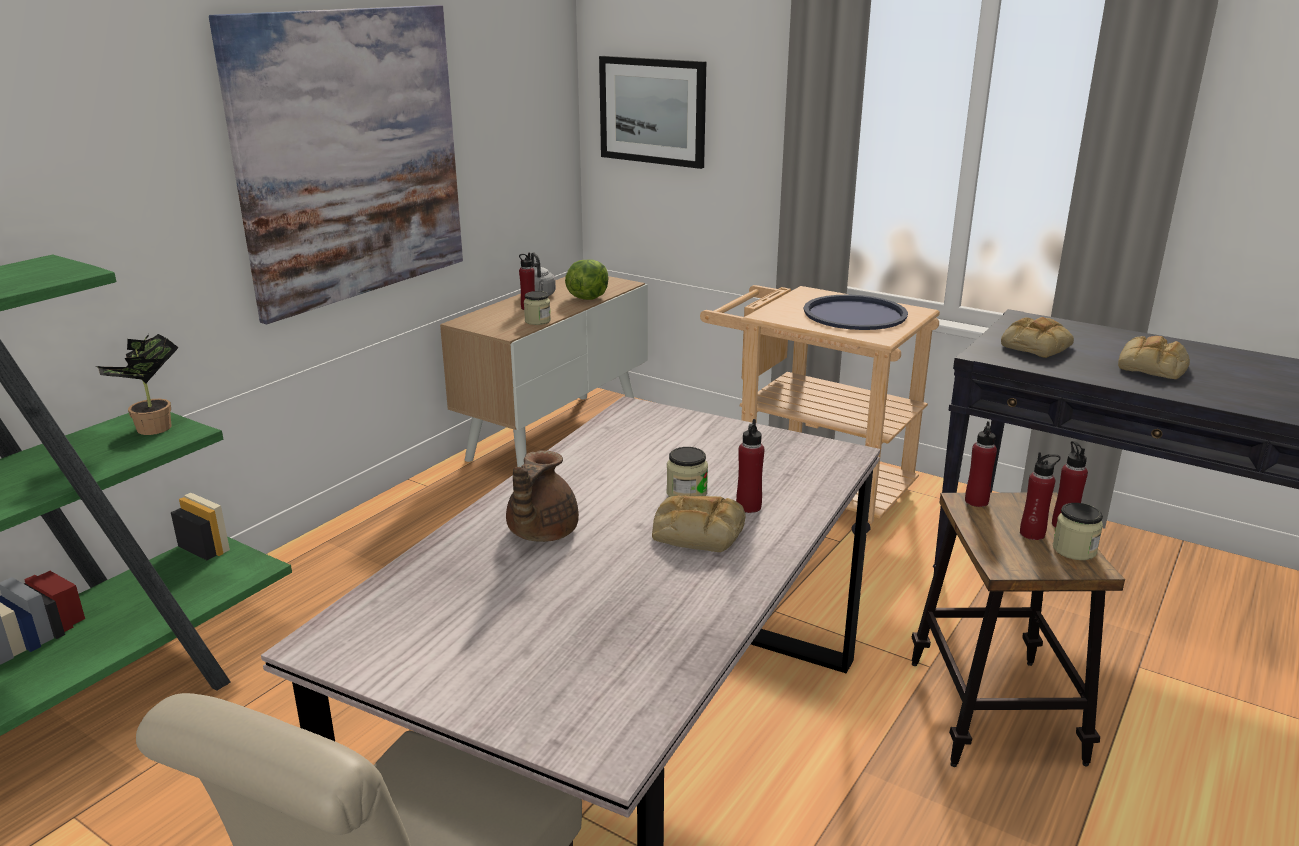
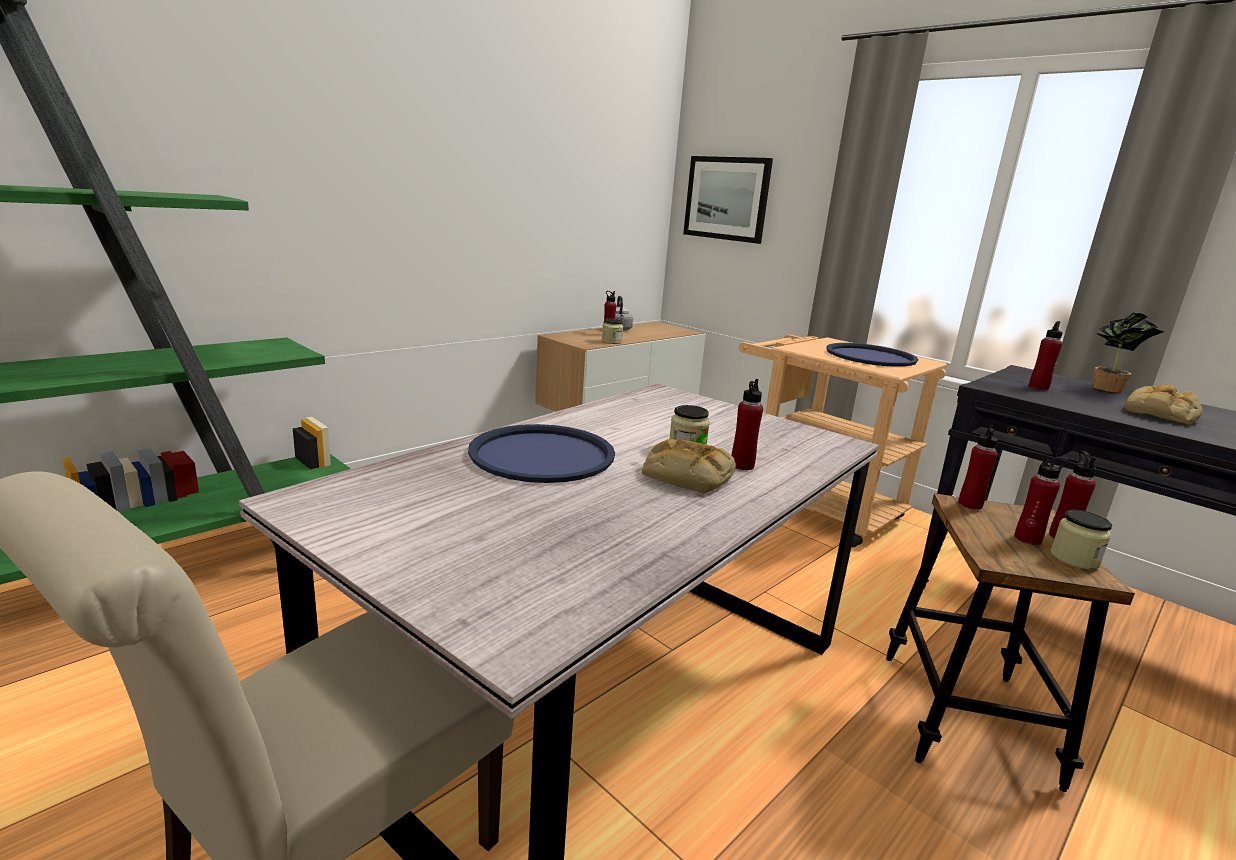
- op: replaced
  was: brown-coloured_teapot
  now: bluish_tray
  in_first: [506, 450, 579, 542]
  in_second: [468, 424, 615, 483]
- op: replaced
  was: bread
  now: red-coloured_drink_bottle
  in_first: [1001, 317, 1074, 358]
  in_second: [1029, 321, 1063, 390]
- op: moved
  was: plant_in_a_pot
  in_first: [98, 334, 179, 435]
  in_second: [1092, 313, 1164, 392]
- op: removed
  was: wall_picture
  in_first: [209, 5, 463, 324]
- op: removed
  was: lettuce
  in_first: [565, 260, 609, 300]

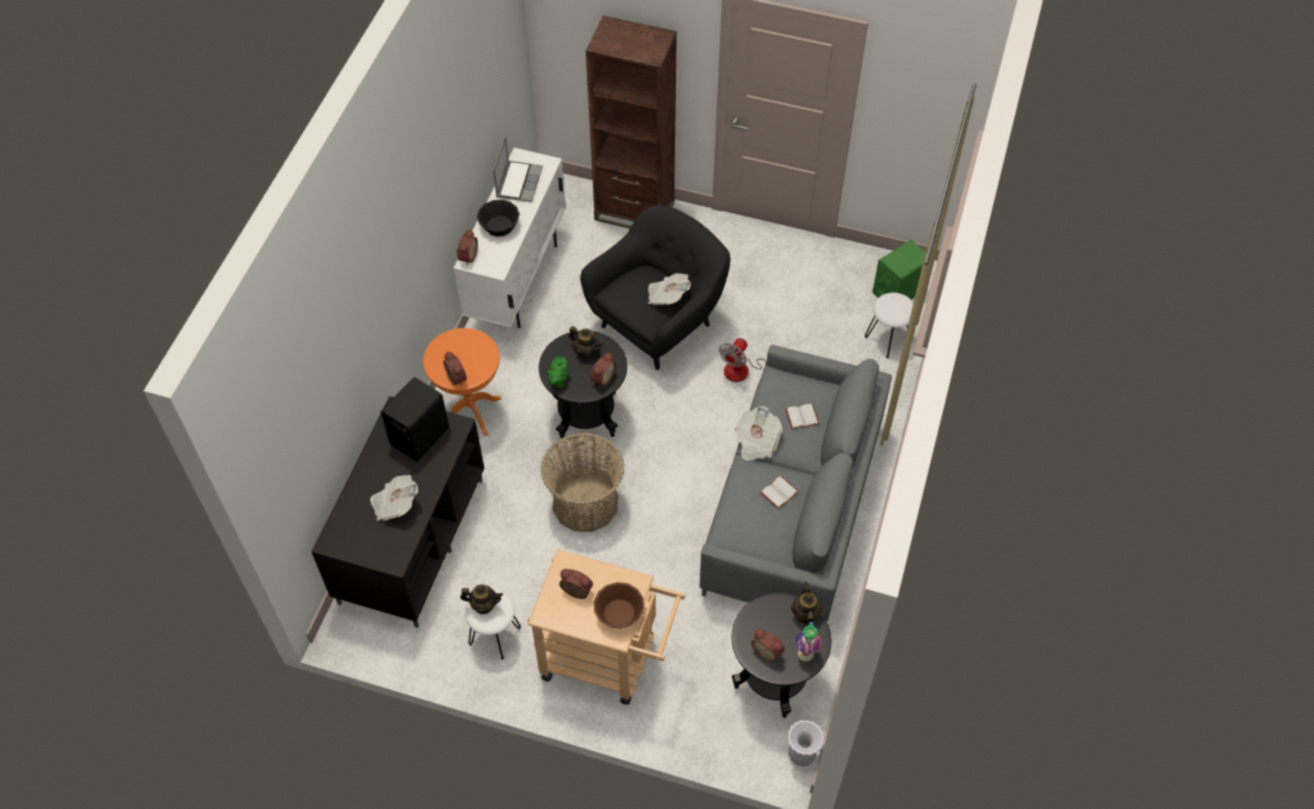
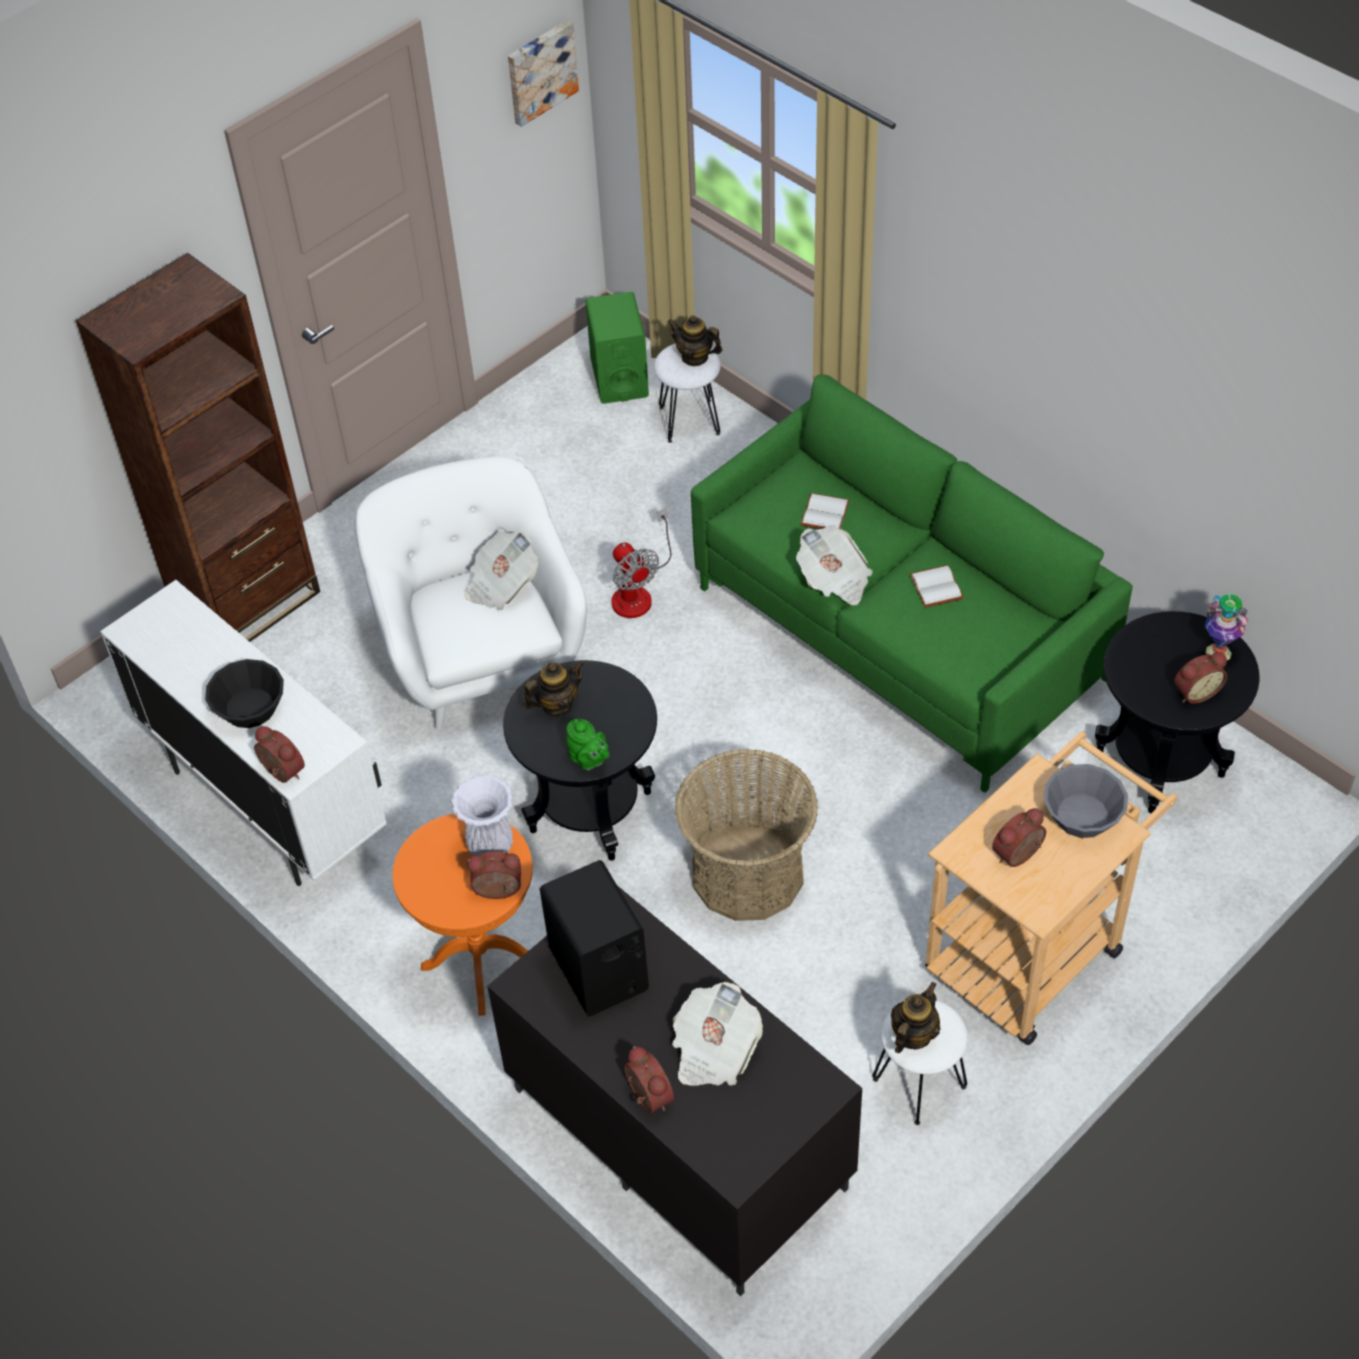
- op: recoloured
  was: black_armchair
  now: whitish_armchair
  in_first: [580, 205, 730, 370]
  in_second: [354, 456, 587, 730]
- op: moved
  was: whitish_flower_vase
  in_first: [787, 720, 825, 767]
  in_second: [451, 775, 514, 856]
- op: added
  now: wall_picture
  in_second: [508, 20, 579, 127]
- op: moved
  was: alarm_clock
  in_first: [591, 353, 616, 388]
  in_second: [624, 1046, 674, 1113]
- op: moved
  was: teapot
  in_first: [791, 582, 823, 626]
  in_second: [667, 315, 722, 366]
- op: recoloured
  was: greyish_couch
  now: green-coloured_couch
  in_first: [700, 345, 892, 622]
  in_second: [691, 374, 1133, 793]
- op: recoloured
  was: brown-coloured_serving_bowl
  now: greyish_serving_bowl
  in_first: [594, 582, 645, 629]
  in_second: [1044, 764, 1128, 838]
- op: removed
  was: notebook_computer
  in_first: [493, 135, 543, 202]

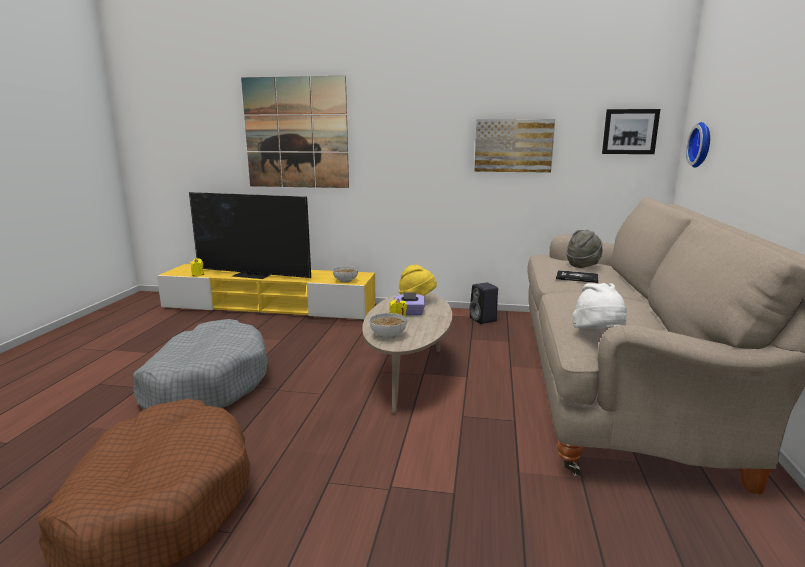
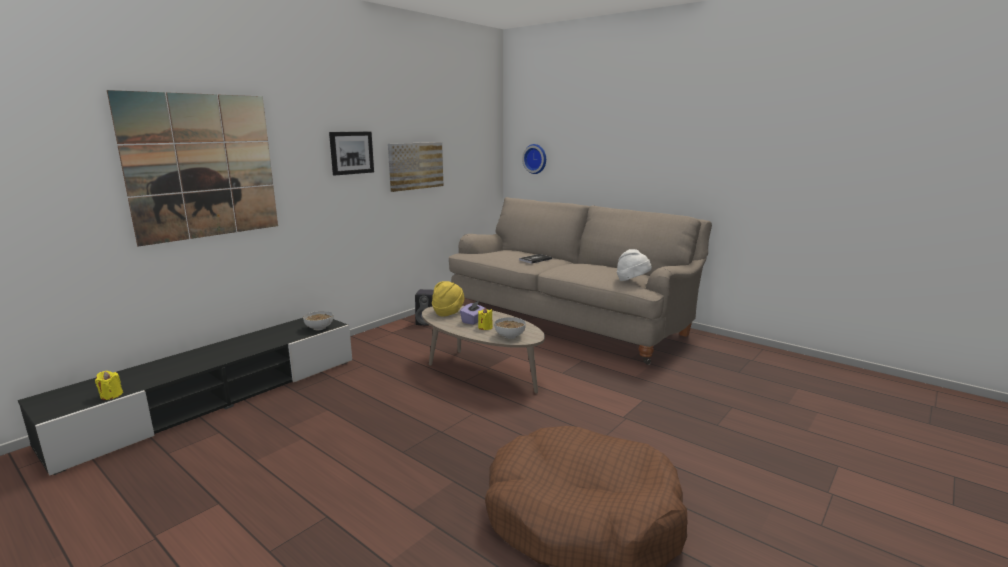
- op: recoloured
  was: yellowish_tv_unit
  now: black_tv_unit
  in_first: [157, 264, 376, 320]
  in_second: [18, 318, 352, 476]
- op: moved
  was: wall_picture
  in_first: [602, 109, 660, 154]
  in_second: [329, 132, 374, 175]
- op: removed
  was: greyish_dog_cushion
  in_first: [133, 319, 268, 410]
- op: removed
  was: TV
  in_first: [189, 192, 311, 279]
- op: removed
  was: greyish_wearable_hat
  in_first: [566, 230, 602, 268]

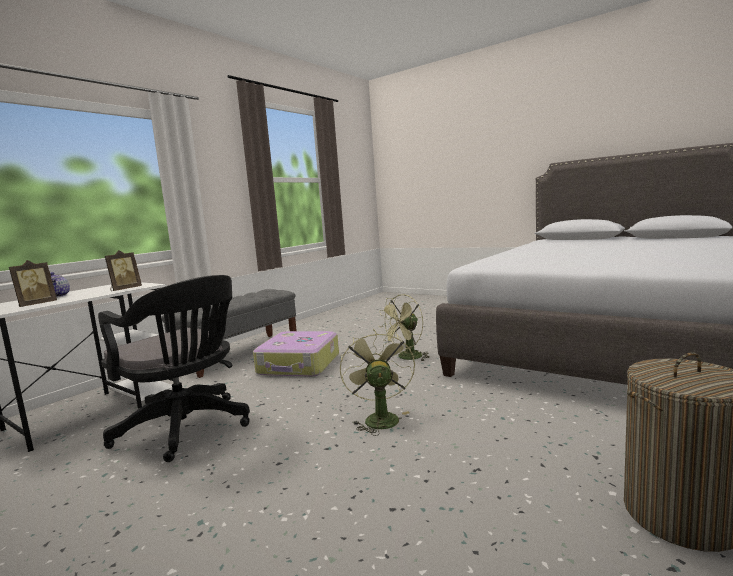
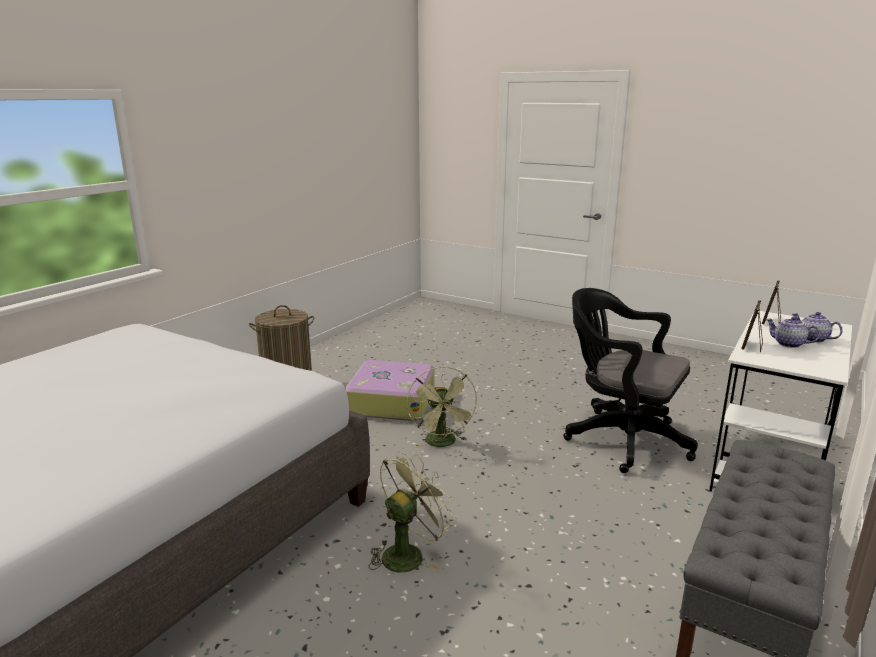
- op: moved
  was: travel_case
  in_first: [253, 331, 339, 377]
  in_second: [345, 360, 434, 421]
- op: added
  now: teapot
  in_second: [766, 316, 820, 348]

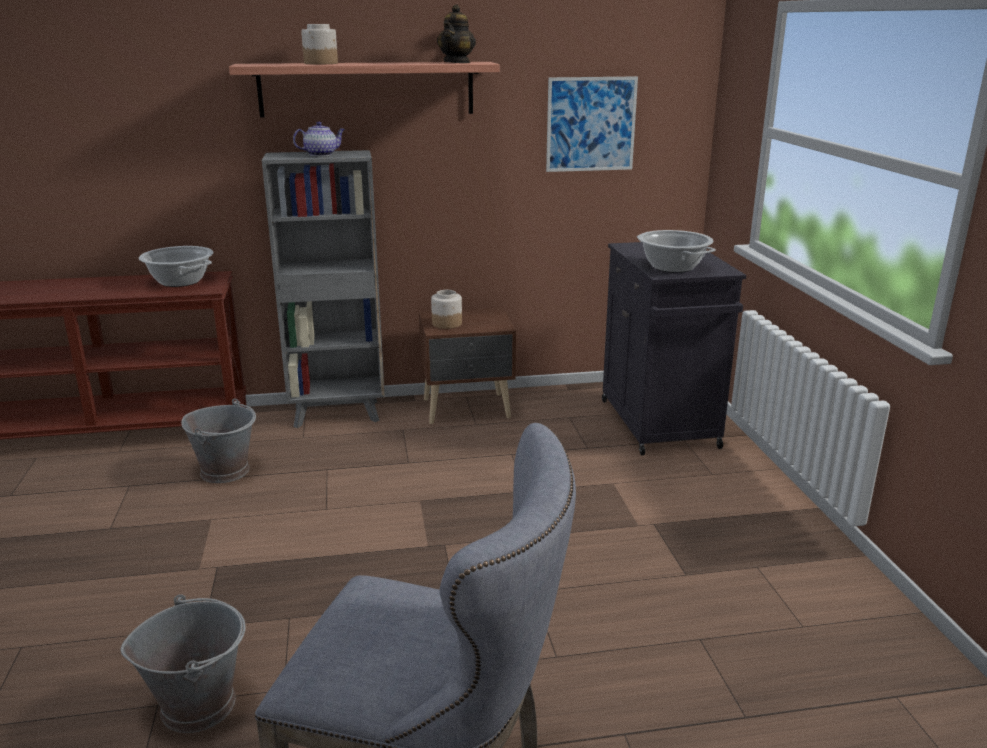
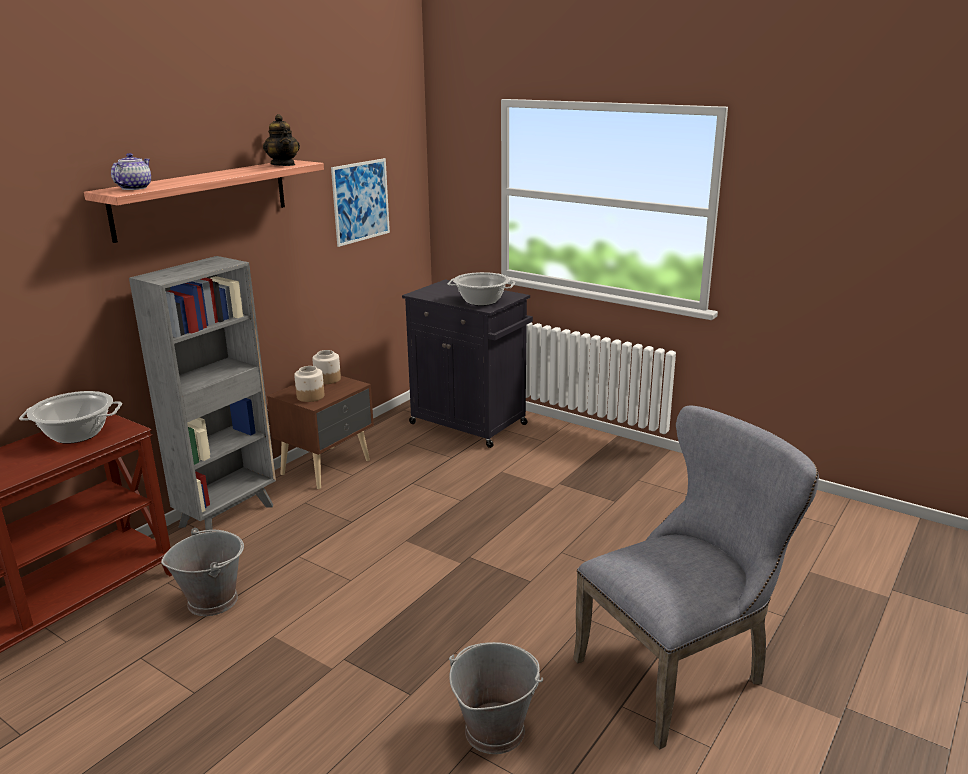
- op: moved
  was: teapot
  in_first: [293, 122, 345, 156]
  in_second: [111, 153, 151, 190]
- op: moved
  was: preserve_jar
  in_first: [301, 24, 338, 64]
  in_second: [312, 350, 341, 384]

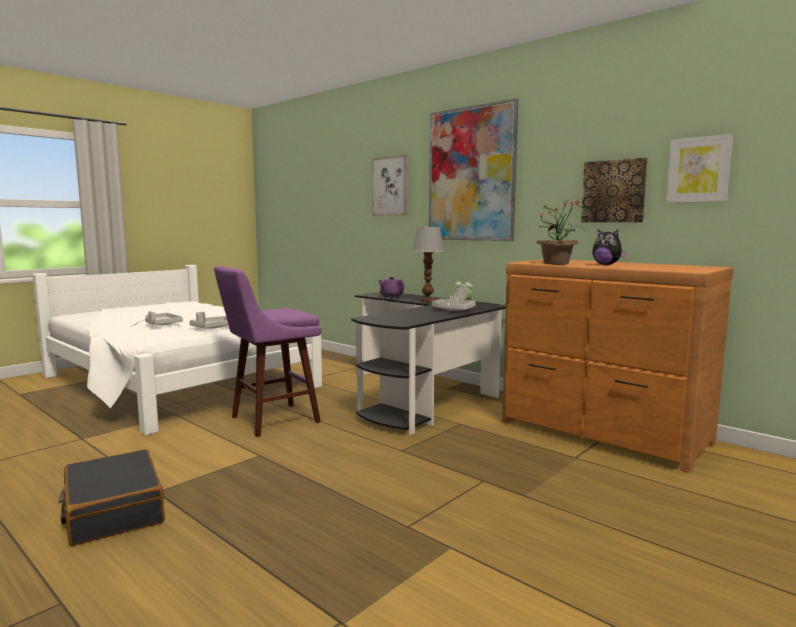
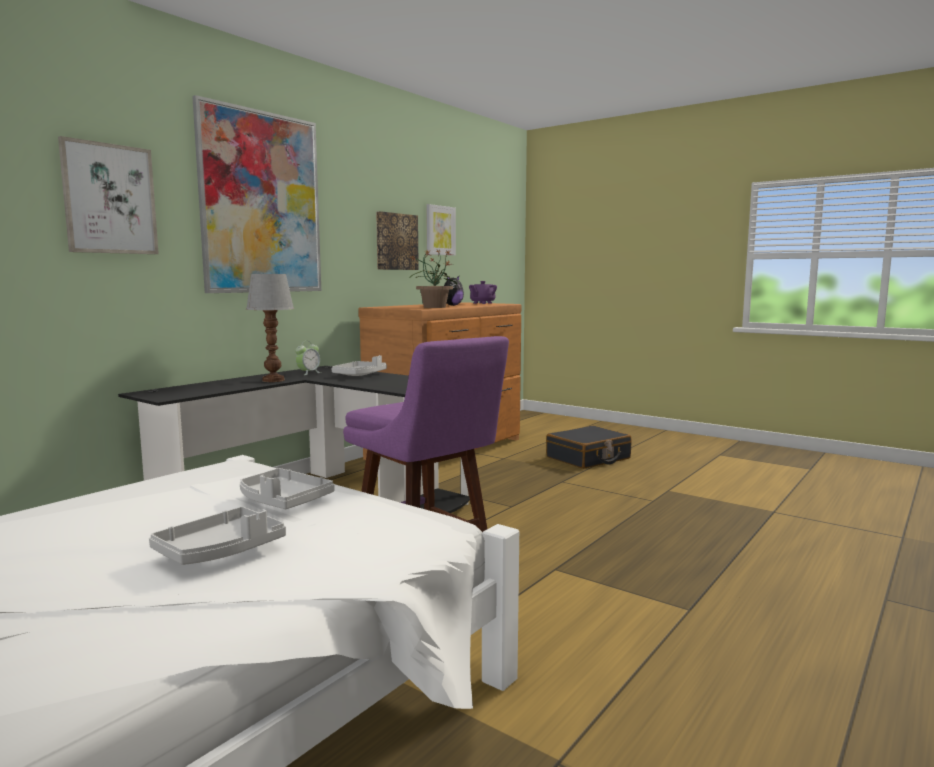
- op: moved
  was: purple-coloured_teapot
  in_first: [379, 277, 405, 298]
  in_second: [469, 281, 497, 304]
- op: moved
  was: black_travel_case
  in_first: [59, 449, 165, 546]
  in_second: [546, 426, 632, 469]

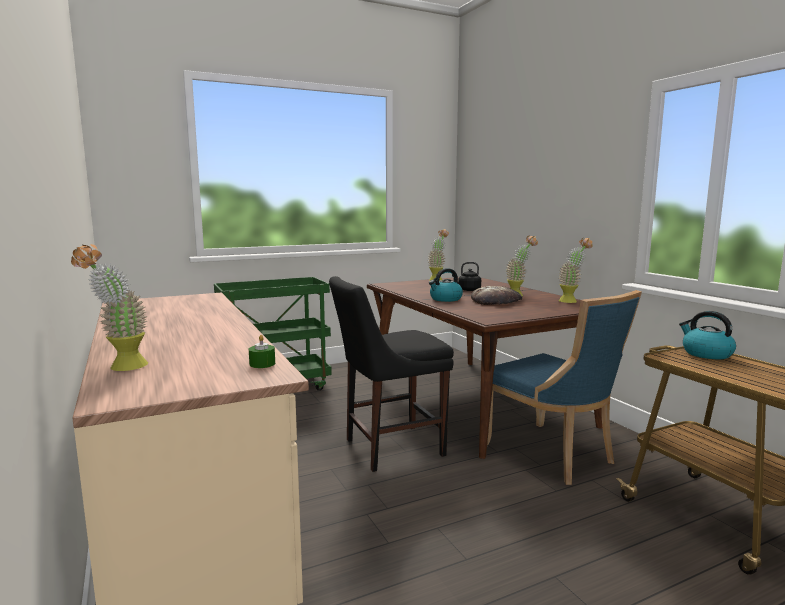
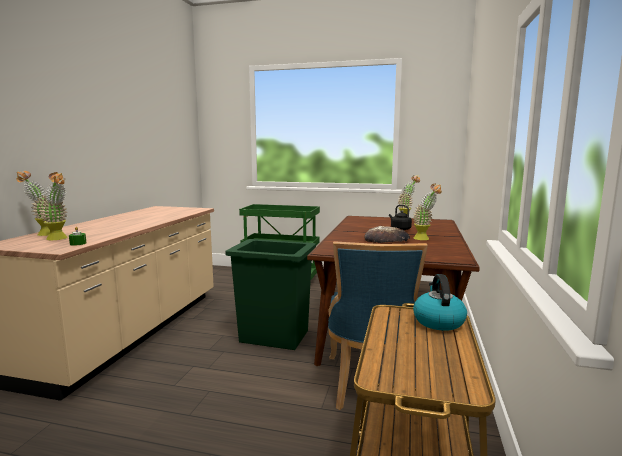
- op: moved
  was: plant_in_a_pot
  in_first: [558, 238, 593, 303]
  in_second: [40, 172, 68, 240]
- op: replaced
  was: black_chair
  now: green-coloured_trash_can
  in_first: [329, 276, 454, 472]
  in_second: [225, 239, 316, 350]
- op: removed
  was: kettle
  in_first: [429, 268, 463, 302]

